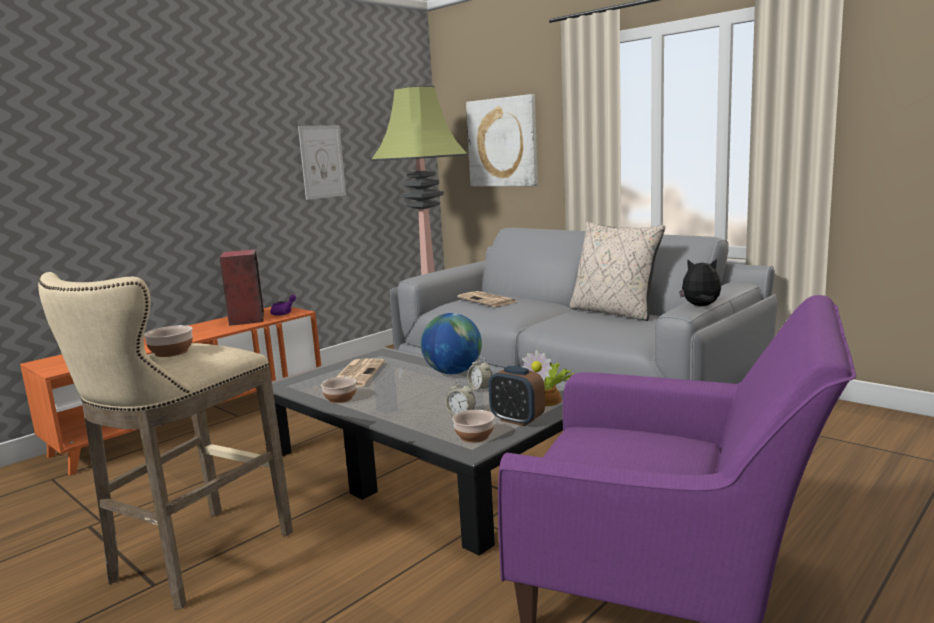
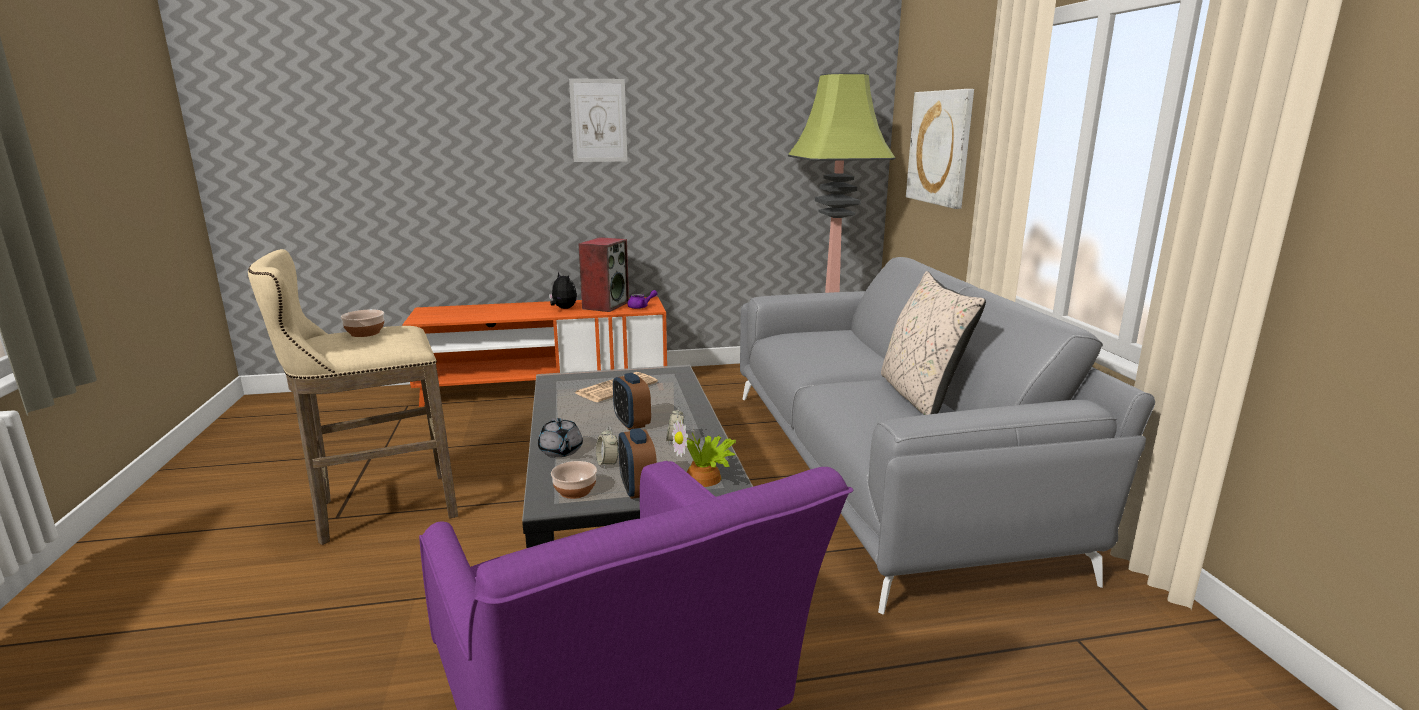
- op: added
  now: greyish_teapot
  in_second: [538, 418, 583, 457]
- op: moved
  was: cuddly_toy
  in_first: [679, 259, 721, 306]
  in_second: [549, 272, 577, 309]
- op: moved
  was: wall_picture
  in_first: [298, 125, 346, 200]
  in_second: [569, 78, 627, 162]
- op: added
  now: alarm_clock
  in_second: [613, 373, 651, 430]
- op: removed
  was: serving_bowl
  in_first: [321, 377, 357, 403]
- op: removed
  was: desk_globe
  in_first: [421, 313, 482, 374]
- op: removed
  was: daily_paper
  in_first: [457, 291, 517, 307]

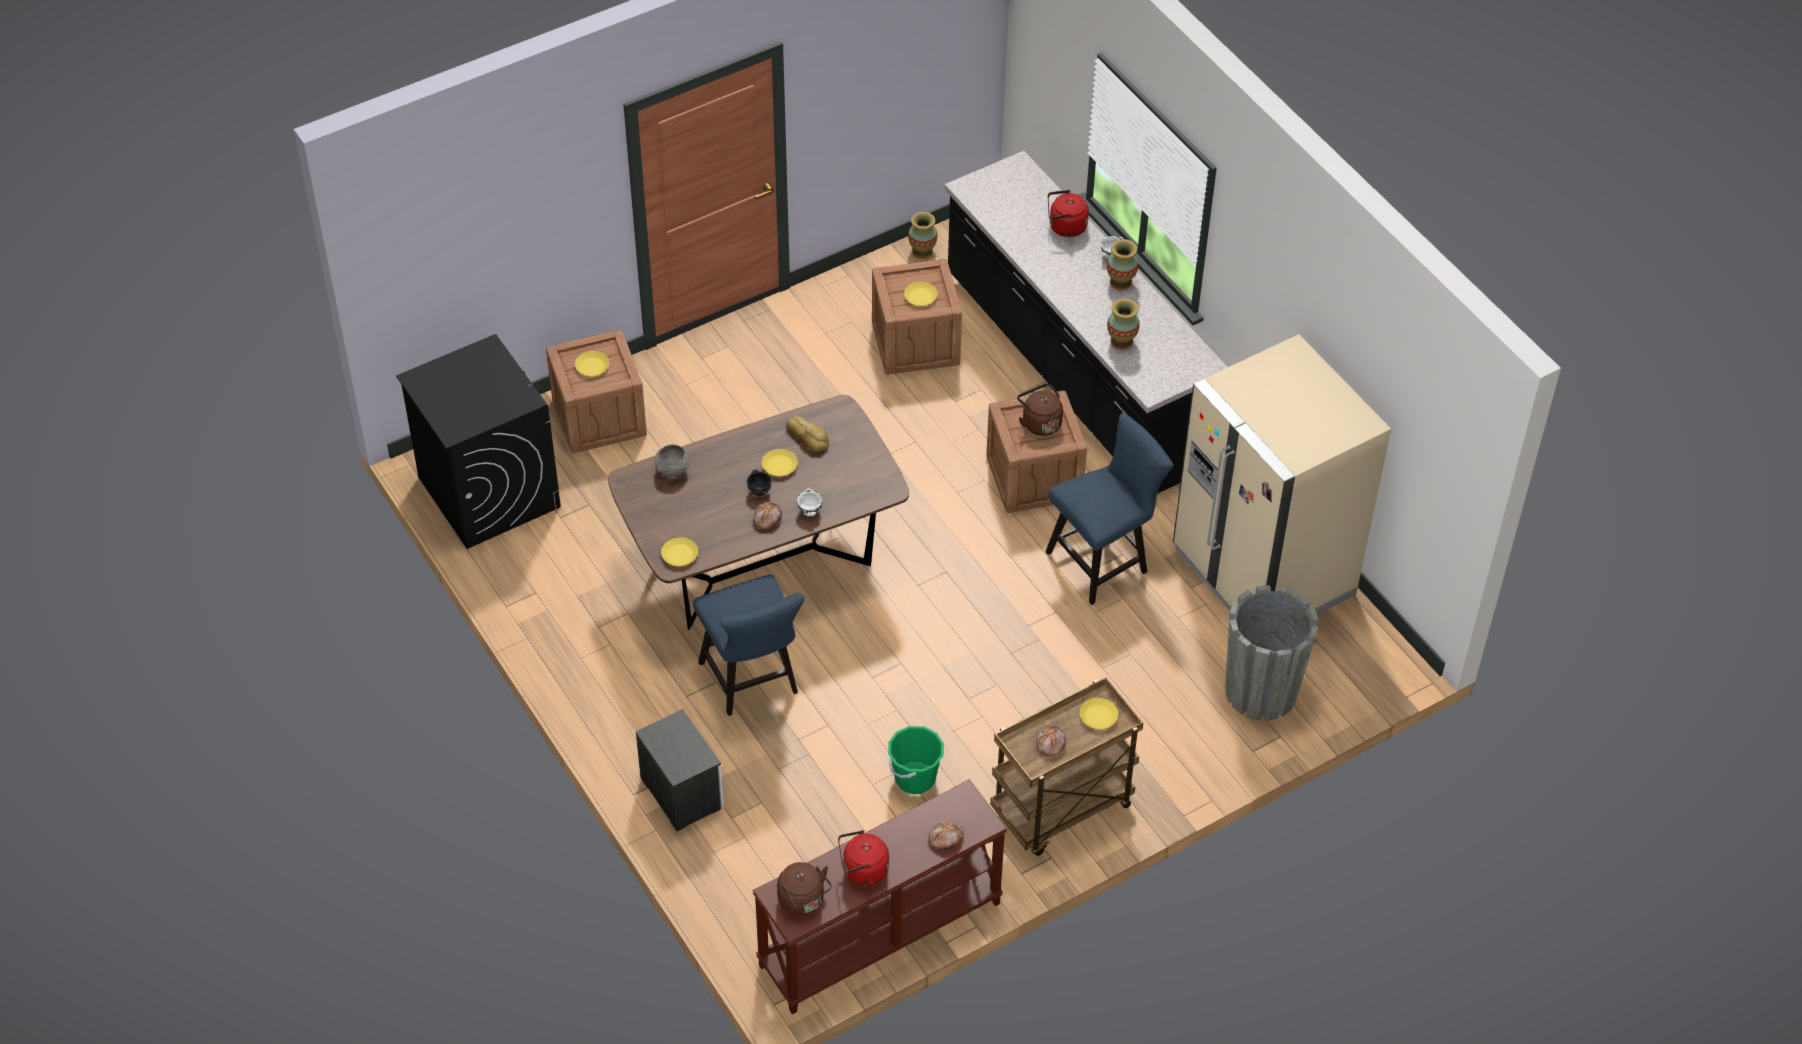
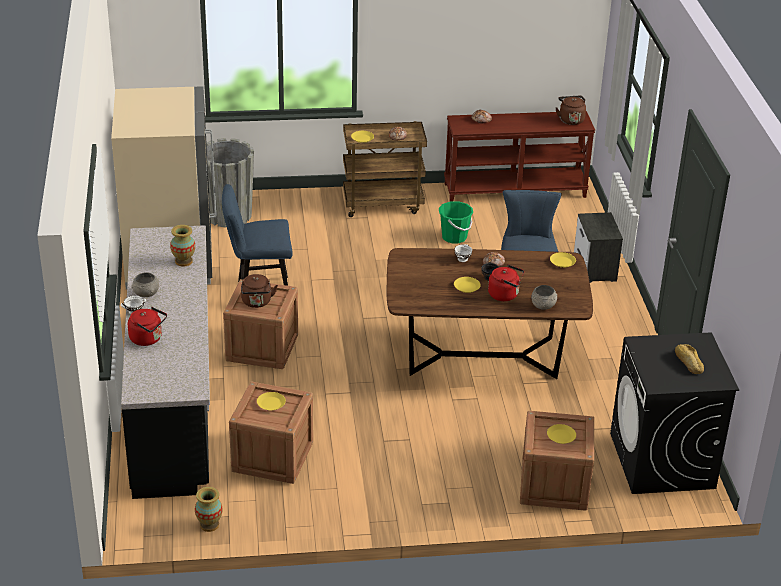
- op: replaced
  was: flower_vase
  now: greyish_serving_bowl
  in_first: [1107, 239, 1138, 290]
  in_second: [131, 272, 159, 297]
- op: moved
  was: red-coloured_kettle
  in_first: [838, 830, 889, 887]
  in_second: [488, 265, 524, 301]
- op: moved
  was: bread
  in_first: [786, 416, 829, 453]
  in_second: [675, 344, 704, 374]

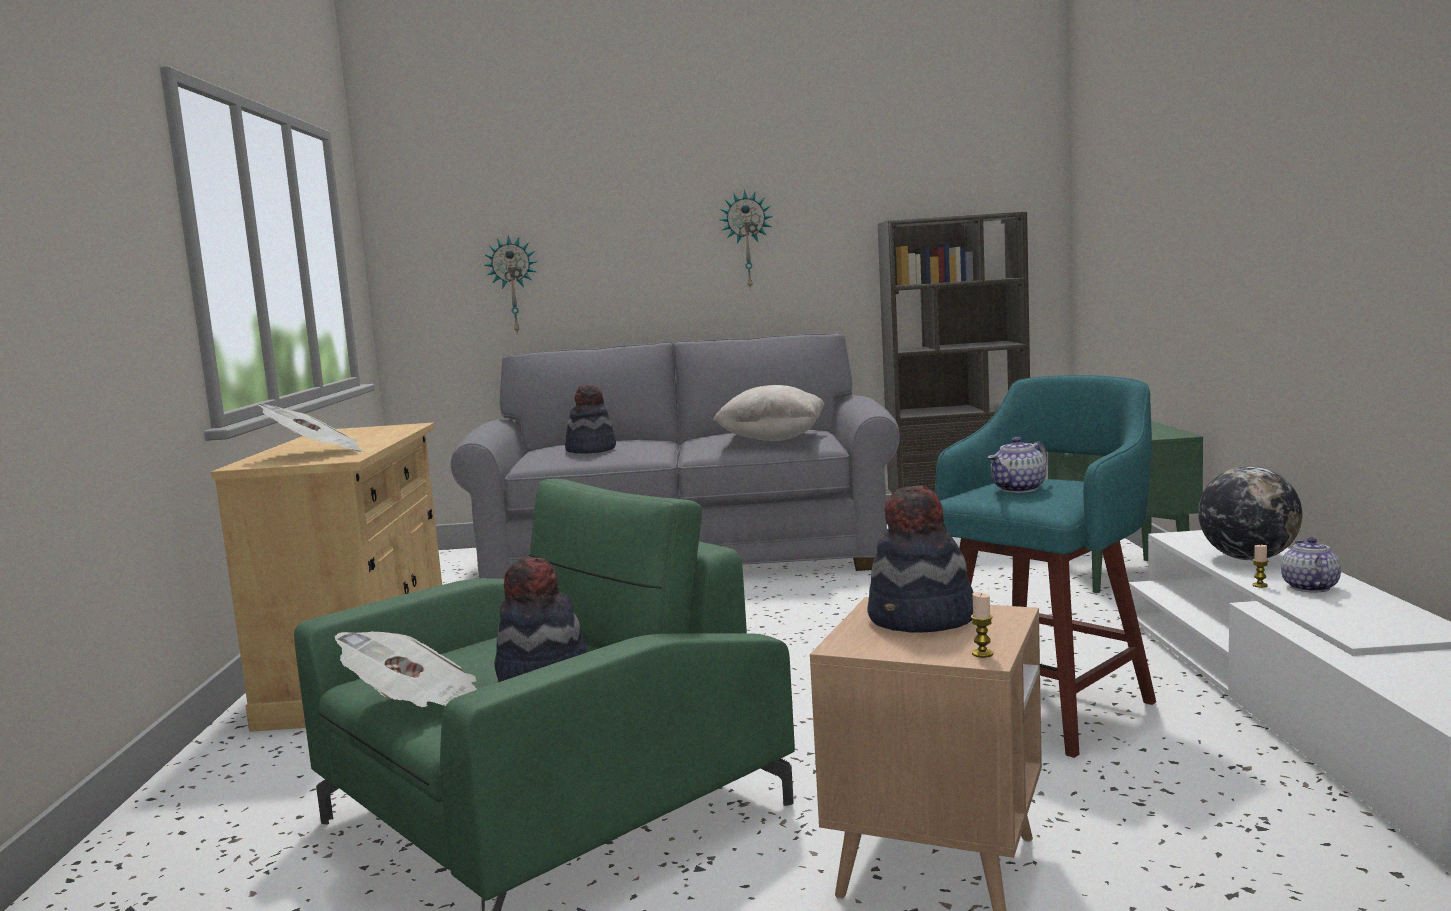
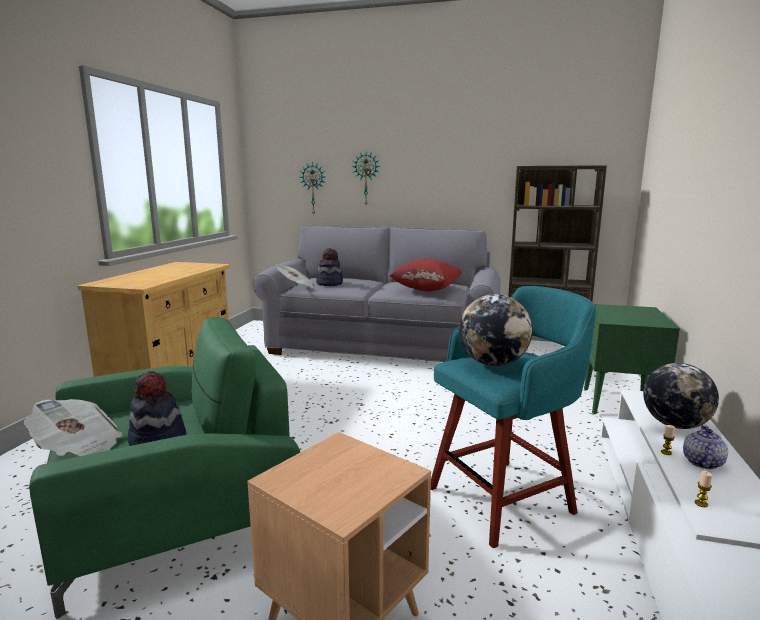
- op: moved
  was: daily_paper
  in_first: [256, 403, 364, 452]
  in_second: [276, 264, 313, 287]
- op: moved
  was: clock_on_the_wall
  in_first: [720, 190, 773, 290]
  in_second: [352, 152, 380, 205]
- op: recoloured
  was: beige-coloured_pillow
  now: red-coloured_pillow
  in_first: [713, 385, 825, 441]
  in_second: [389, 259, 462, 291]
- op: replaced
  was: teapot
  now: desk_globe
  in_first: [988, 437, 1047, 493]
  in_second: [459, 294, 532, 366]
- op: moved
  was: wax_candle
  in_first: [971, 592, 993, 658]
  in_second: [695, 471, 712, 507]
- op: removed
  was: wearable_hat
  in_first: [867, 486, 974, 633]

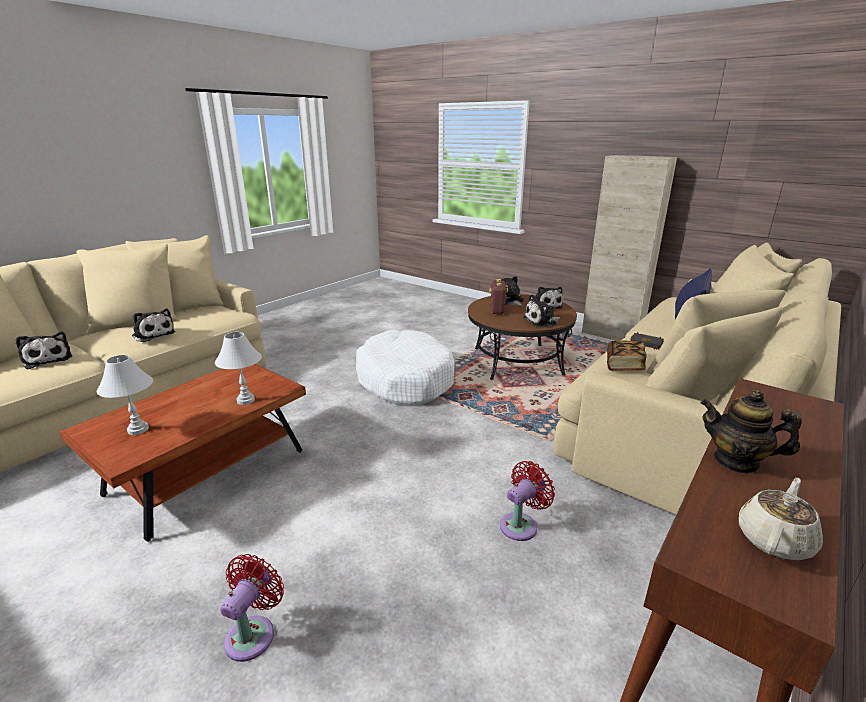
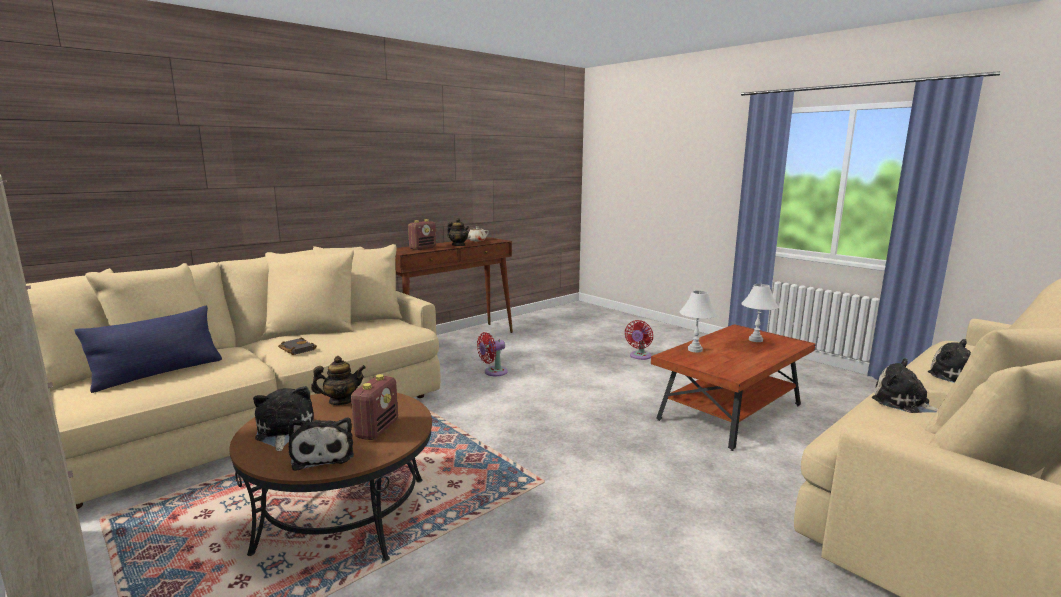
- op: replaced
  was: cuddly_toy
  now: teapot
  in_first: [523, 294, 560, 327]
  in_second: [311, 356, 366, 405]
- op: added
  now: radio_receiver
  in_second: [408, 219, 436, 250]
- op: removed
  was: whitish_dog_cushion
  in_first: [356, 330, 455, 405]
- op: removed
  was: book
  in_first: [607, 341, 647, 371]

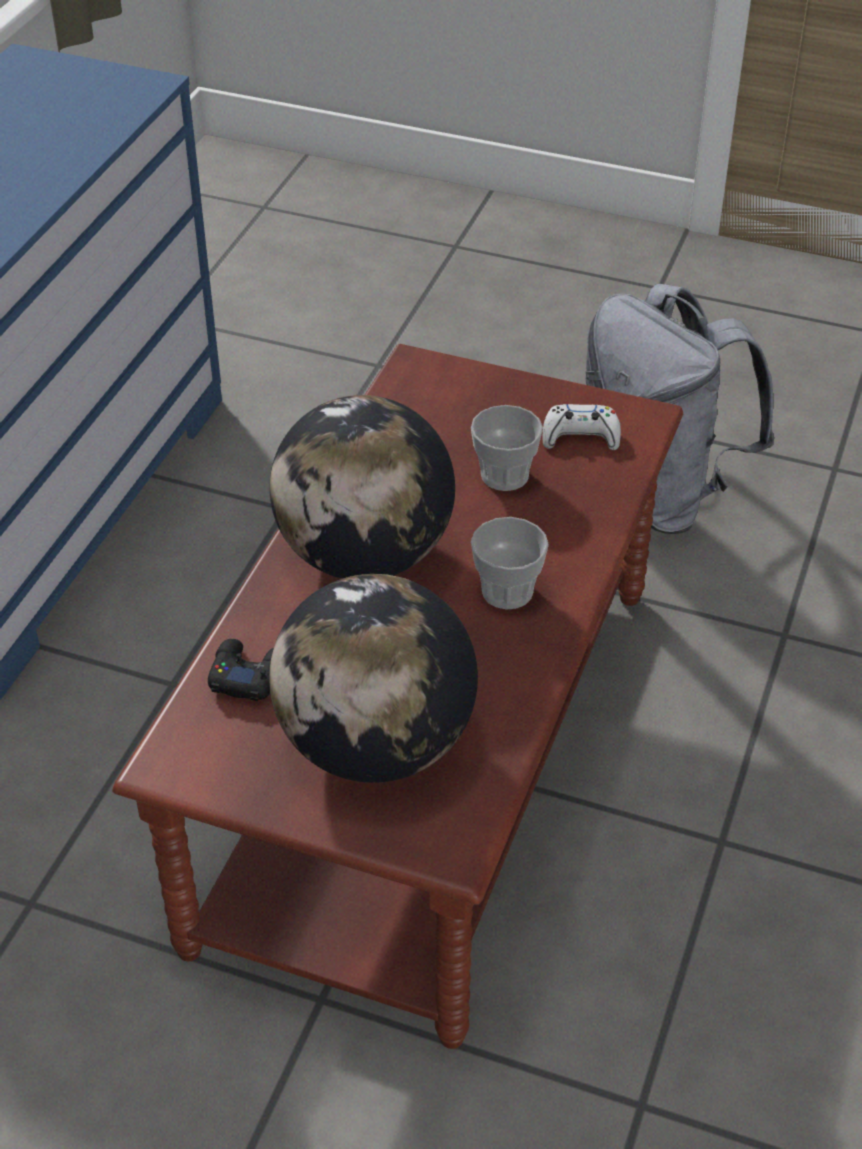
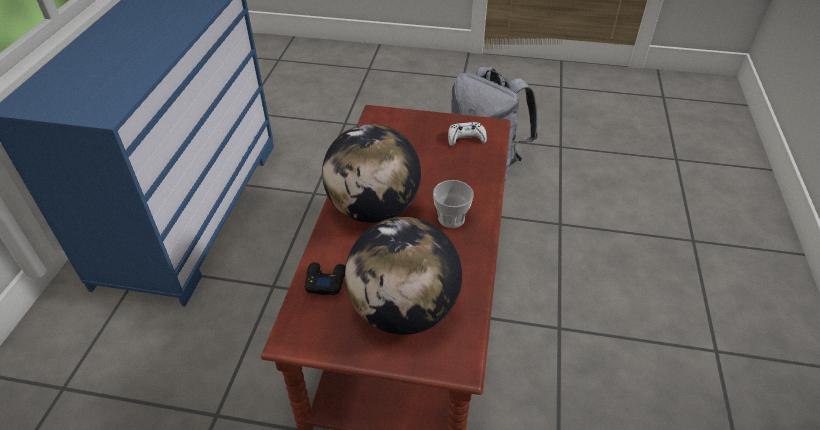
- op: removed
  was: cup
  in_first: [471, 405, 543, 491]

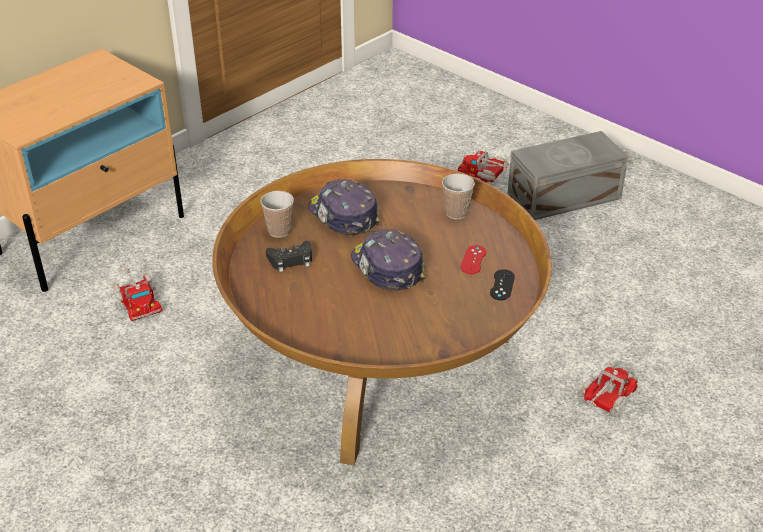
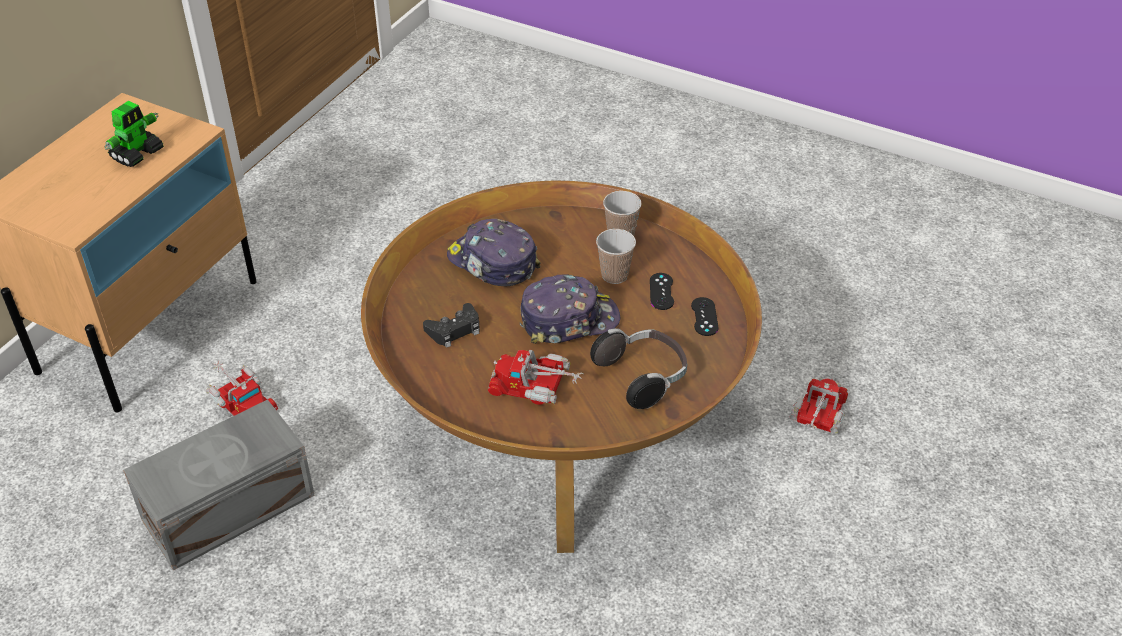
- op: added
  now: robot_figure
  in_second: [105, 101, 164, 167]
- op: moved
  was: greyish_storage_box
  in_first: [508, 131, 628, 220]
  in_second: [123, 400, 315, 570]
- op: moved
  was: toy_truck
  in_first: [457, 151, 510, 183]
  in_second: [488, 350, 583, 405]
- op: turned
  was: peaked_cap
  in_first: [351, 229, 425, 290]
  in_second: [520, 274, 620, 344]
  clockwise: 120
- op: added
  now: headset
  in_second: [590, 328, 688, 409]
- op: moved
  was: cup
  in_first: [260, 191, 294, 238]
  in_second: [596, 229, 636, 284]
- op: recoloured
  was: red-coloured_joypad
  now: black_joypad
  in_first: [460, 245, 486, 274]
  in_second: [650, 273, 674, 310]

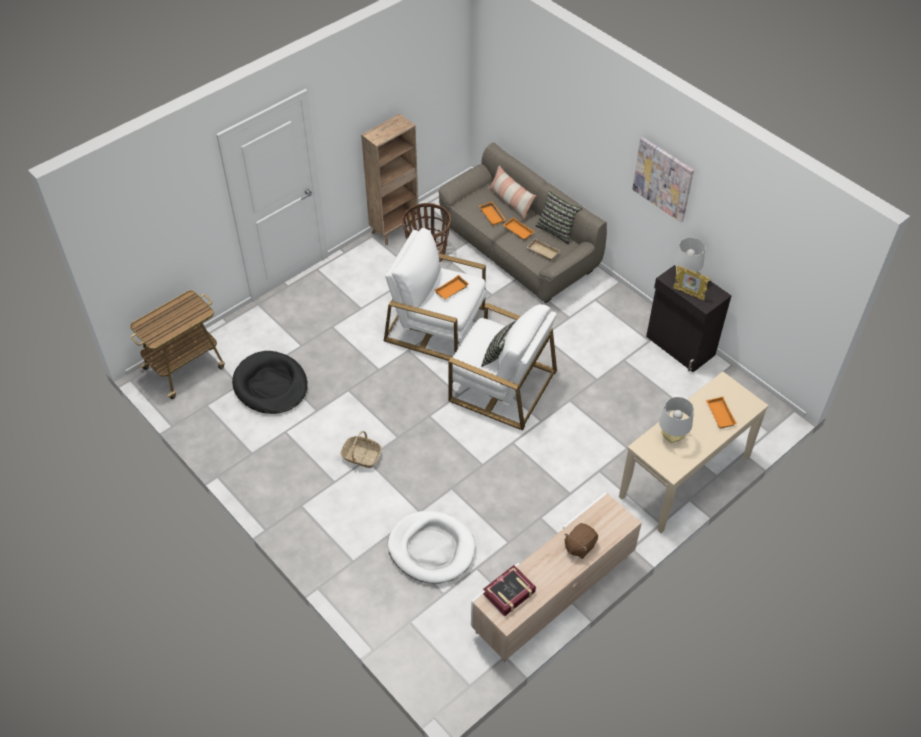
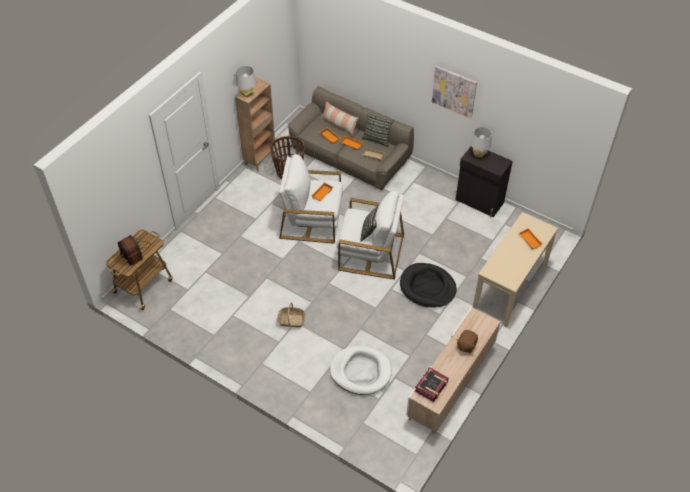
- op: added
  now: radio_receiver
  in_second: [118, 235, 151, 266]
- op: moved
  was: greyish_tabletop_lamp
  in_first: [659, 397, 694, 443]
  in_second: [236, 66, 256, 97]
- op: moved
  was: black_dog_cushion
  in_first: [232, 351, 308, 414]
  in_second: [400, 263, 457, 308]
- op: removed
  was: picture_frame
  in_first: [673, 266, 710, 300]

